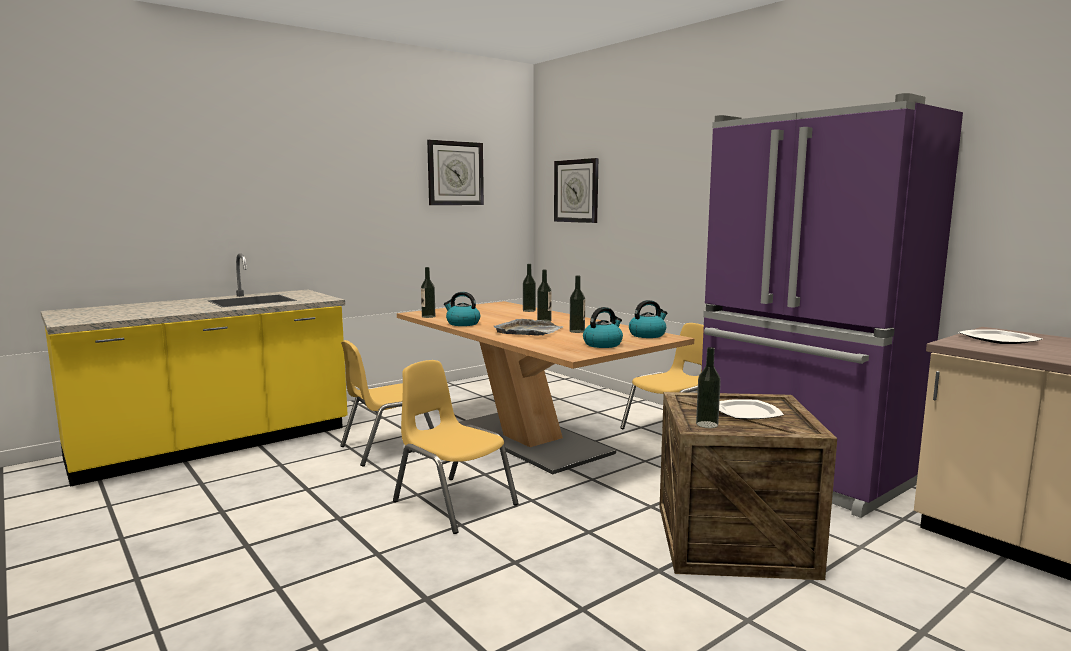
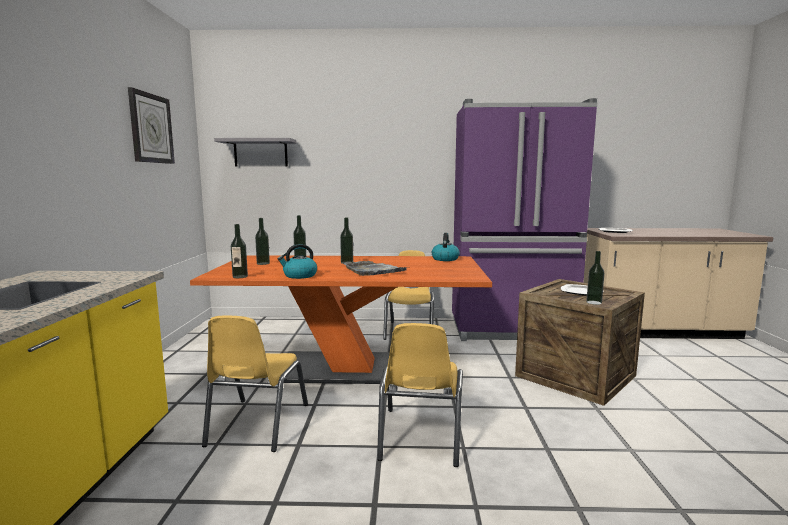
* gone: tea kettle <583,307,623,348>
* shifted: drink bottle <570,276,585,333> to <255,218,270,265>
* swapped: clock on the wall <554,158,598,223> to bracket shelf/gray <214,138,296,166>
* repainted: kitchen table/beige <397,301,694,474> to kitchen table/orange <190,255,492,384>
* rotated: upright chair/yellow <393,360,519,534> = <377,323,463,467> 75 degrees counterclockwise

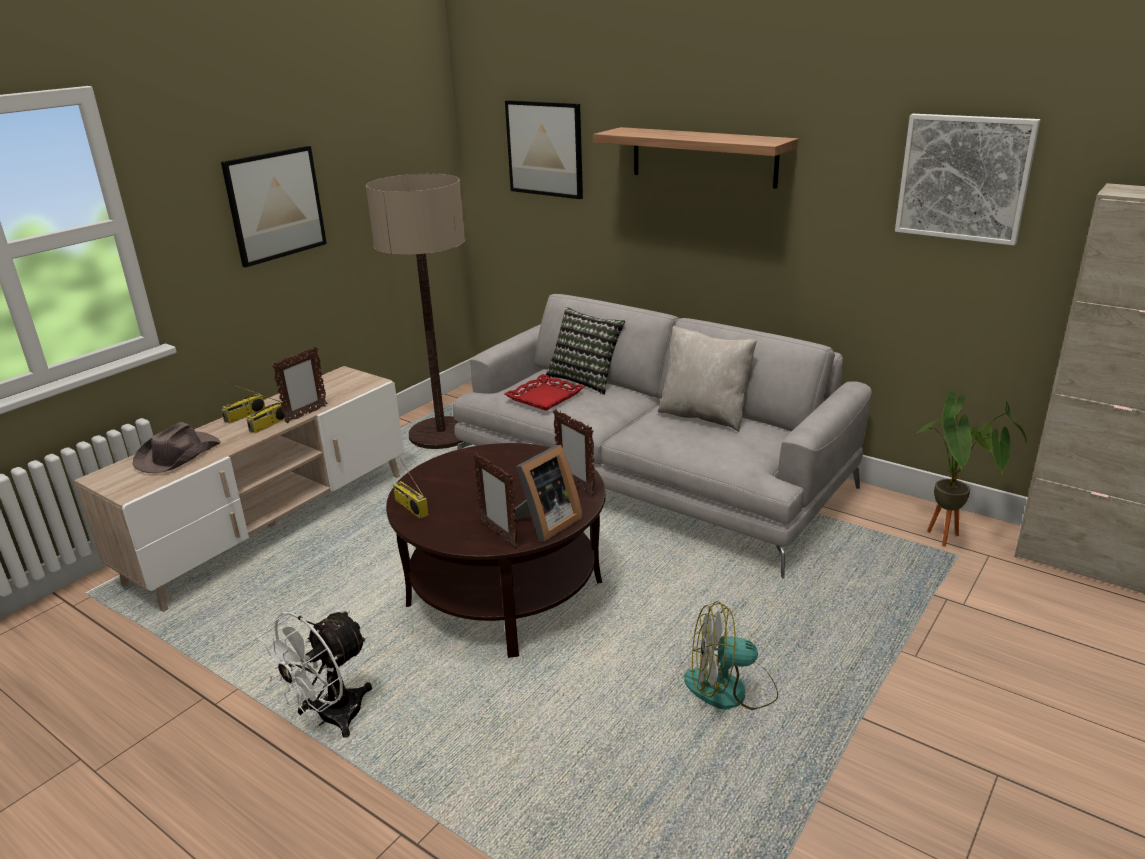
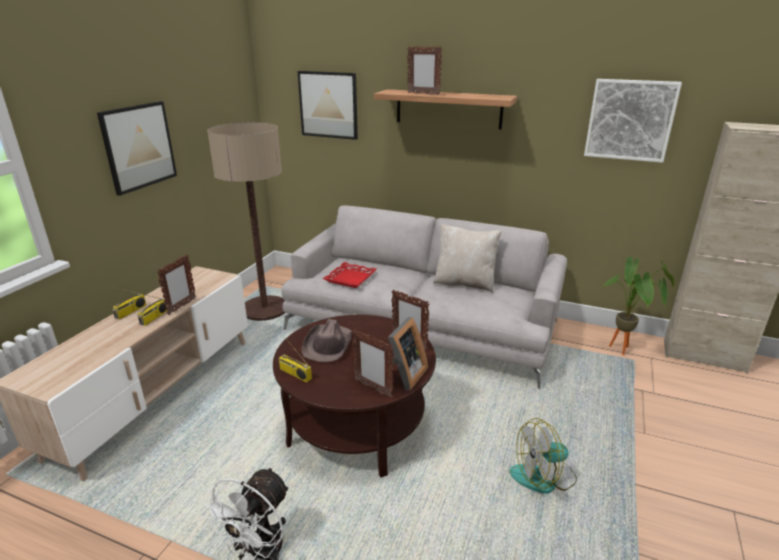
* gone: pillow <546,307,625,395>
* new: standing frame <407,46,442,95>
* shifted: wearable hat/brown <133,422,221,473> to <302,319,352,362>

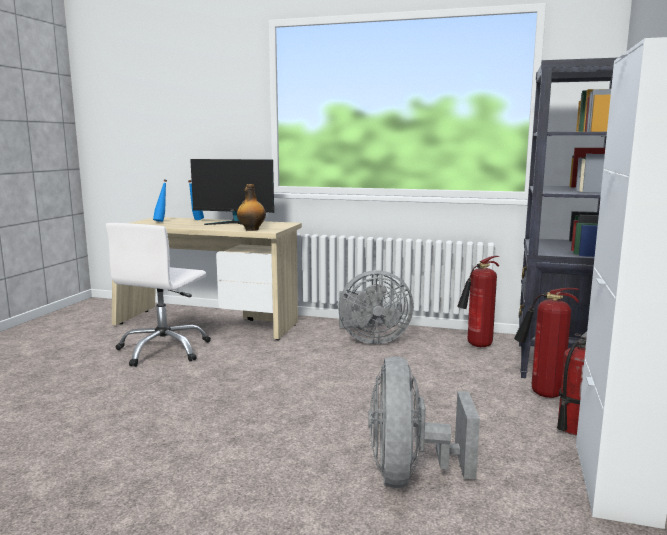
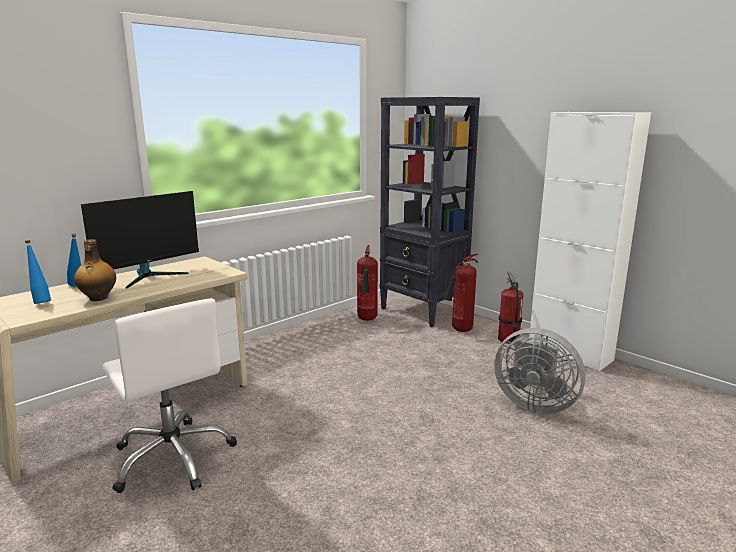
* gone: cooling fan/gray <338,270,414,344>
* shifted: drink bottle <237,184,266,231> to <74,239,116,301>

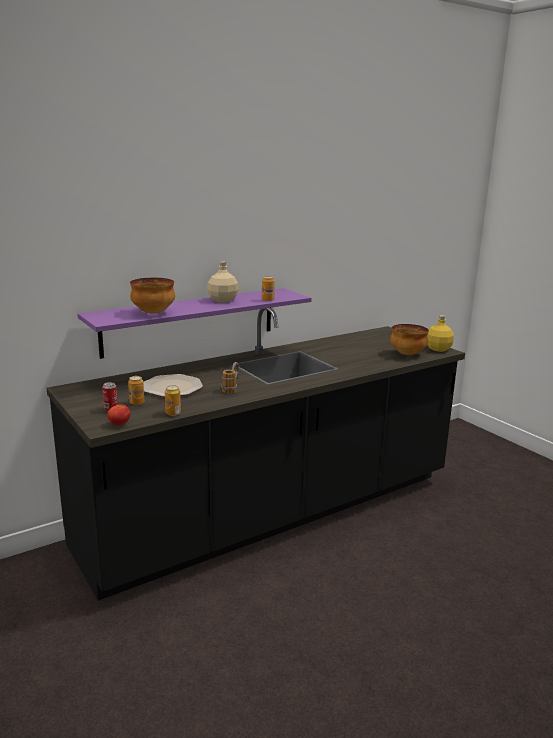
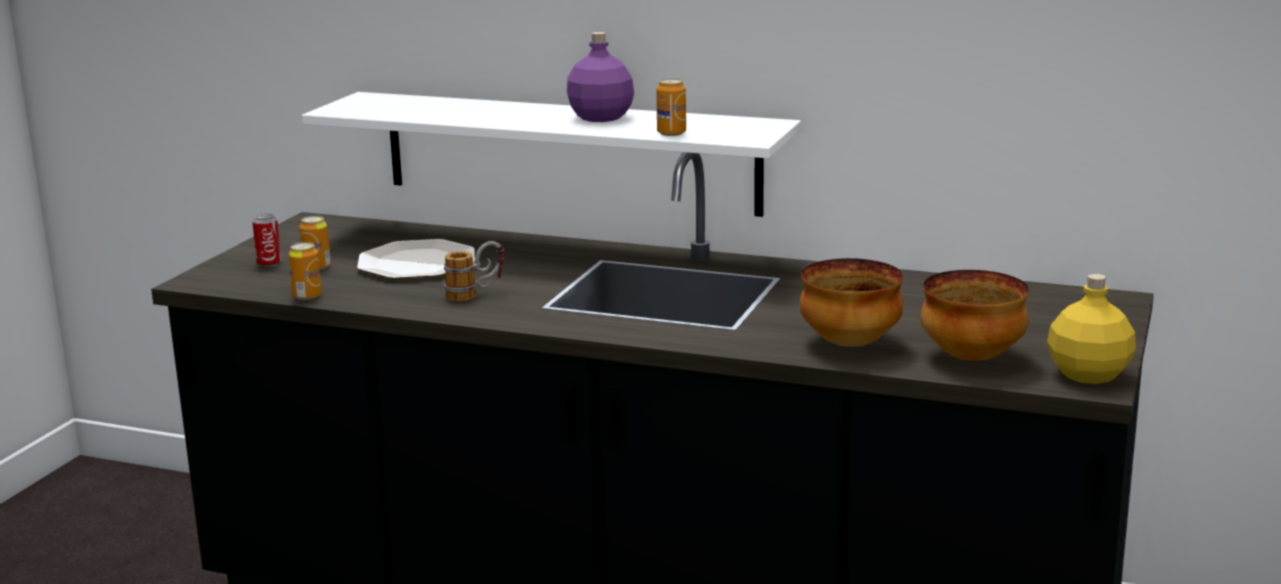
* gone: tomato <107,405,130,425>
* shifted: serving bowl <130,278,175,314> to <800,258,903,347>
* repainted: bracket shelf/purple-coloured <77,288,311,359> to bracket shelf/white <302,92,801,217>
* repainted: drink bottle/beige <207,261,239,303> to drink bottle/purple-coloured <567,32,634,122>

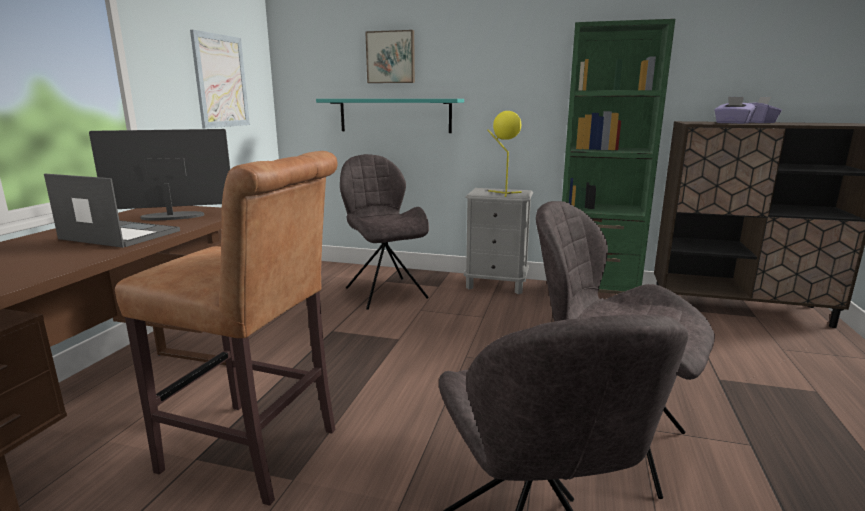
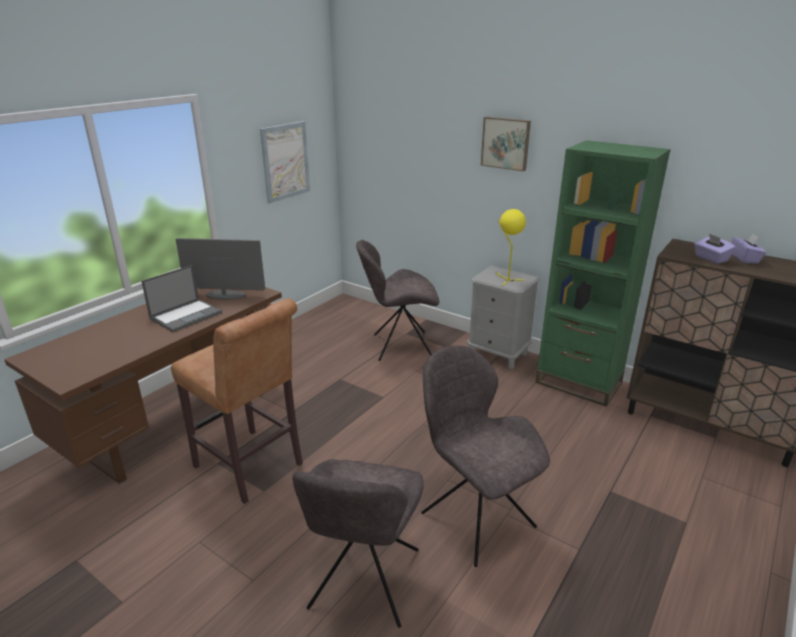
* gone: bracket shelf/blue-green <316,99,464,133>
* shifted: wall picture <365,30,415,83> to <481,117,531,172>
* rotated: notebook computer <44,174,180,248> = <141,265,222,332> 90 degrees clockwise
* rotated: upright chair/gray <340,154,429,310> = <356,240,439,361> 90 degrees counterclockwise

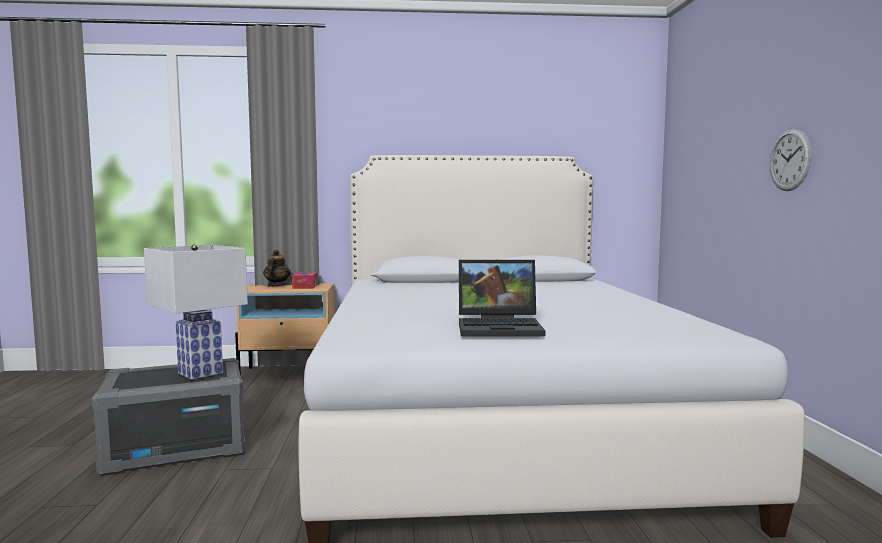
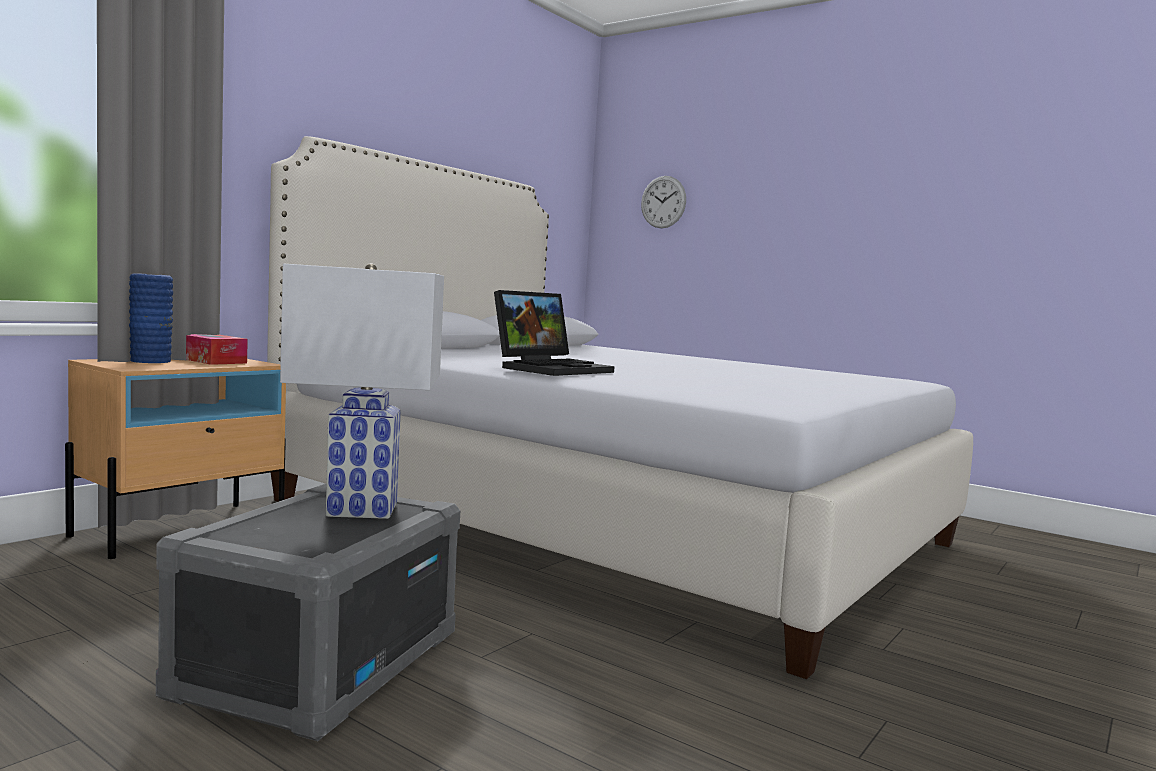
* shifted: notebook computer <459,259,545,336> to <494,290,614,376>
* shifted: clock on the wall <770,129,812,191> to <641,176,686,228>
* swapped: tea pot <263,250,290,287> to flower vase/blue-coloured <129,273,173,363>

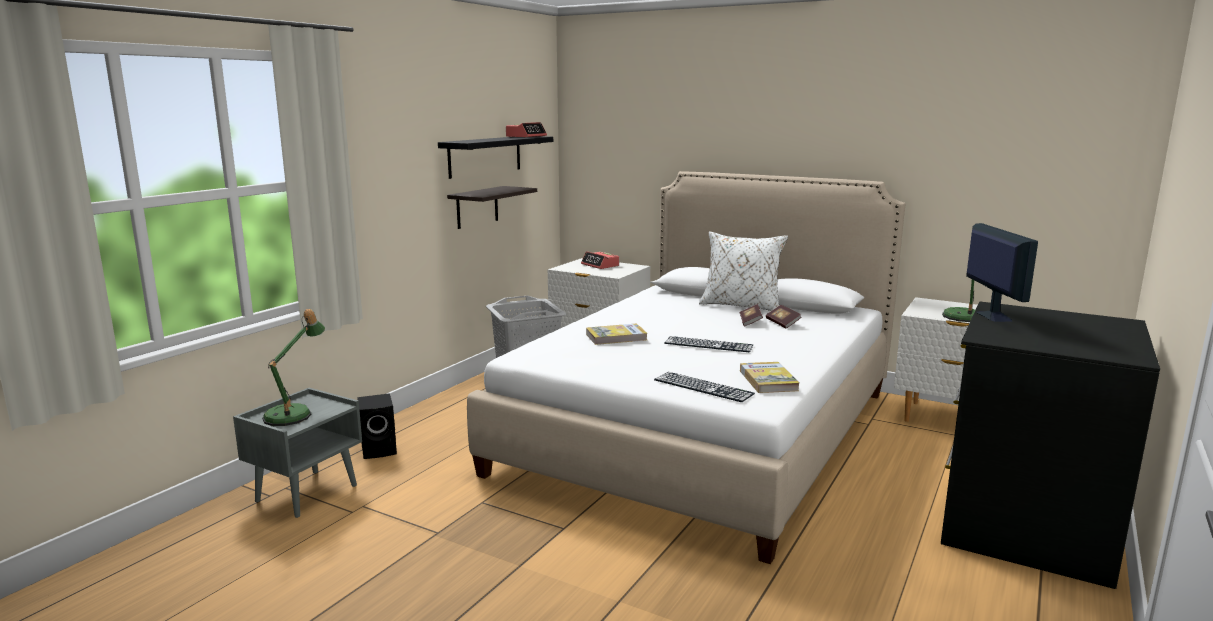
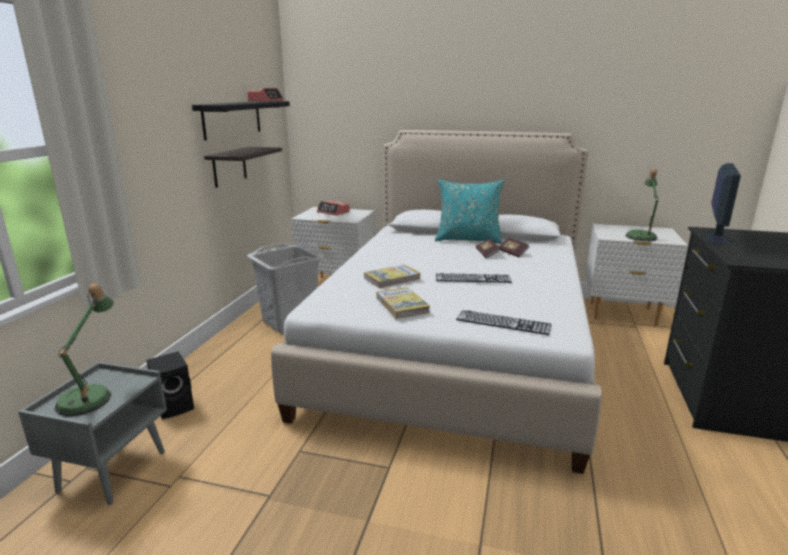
* shifted: book <740,362,800,393> to <376,287,430,319>
* repainted: pillow/white <699,232,788,311> to pillow/blue-green <435,180,505,244>
* rotated: monitor <966,223,1038,322> = <707,163,741,244> 45 degrees clockwise

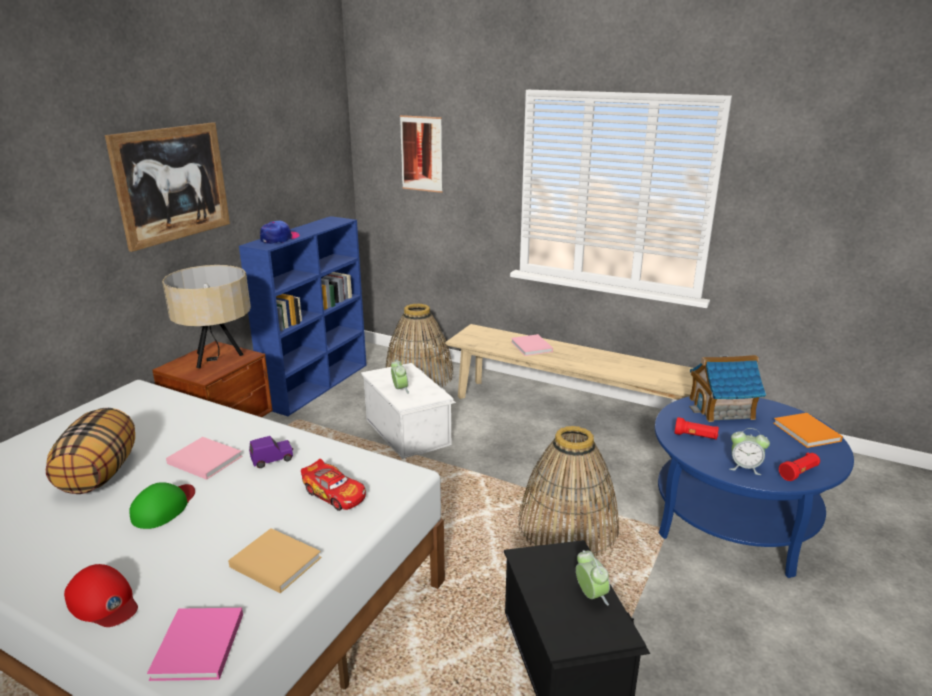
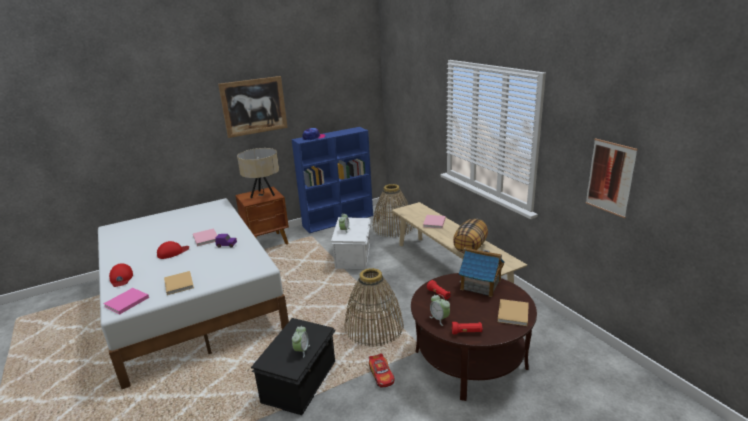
* shifted: pillow <46,407,135,494> to <453,218,488,253>
* shifted: miniature car <301,459,366,511> to <369,353,394,388>
* shifted: wall picture <400,115,443,193> to <586,138,638,218>
* repainted: cap/green <129,482,195,529> to cap/red <157,241,189,259>
* repainted: coffee table/blue-coloured <655,396,854,578> to coffee table/brown <411,273,537,401>
* repainted: book/orange <773,413,843,448> to book/beige <498,299,529,326>

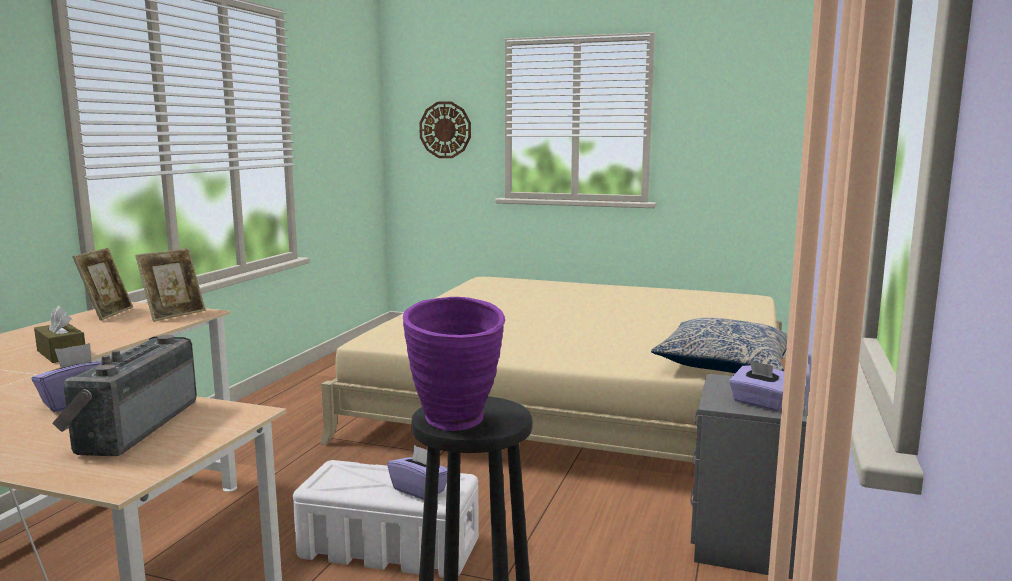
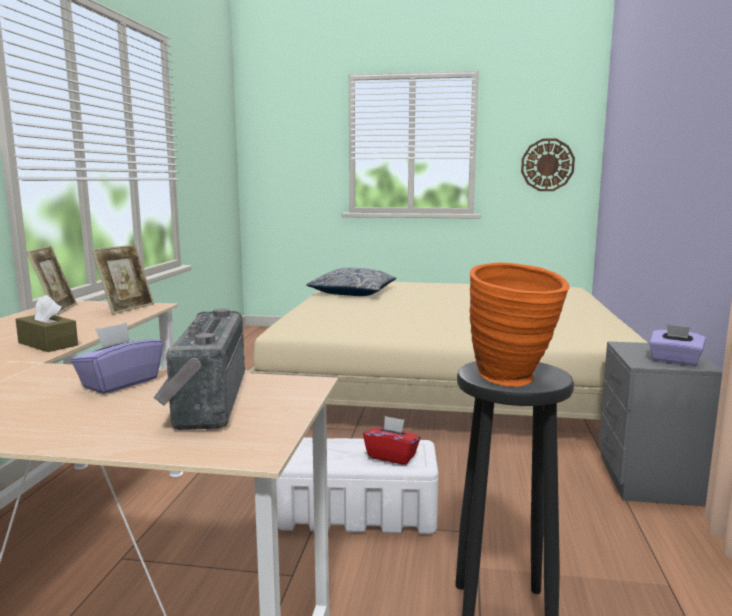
* shifted: clock on the wall <419,101,471,158> to <521,139,575,191>
* shifted: pillow <651,318,788,373> to <306,267,396,296>
* repainted: tissue holder/purple-coloured <387,445,447,500> to tissue holder/red <363,416,421,465>
* repainted: flower vase/purple-coloured <403,297,505,431> to flower vase/orange <470,262,569,387>

